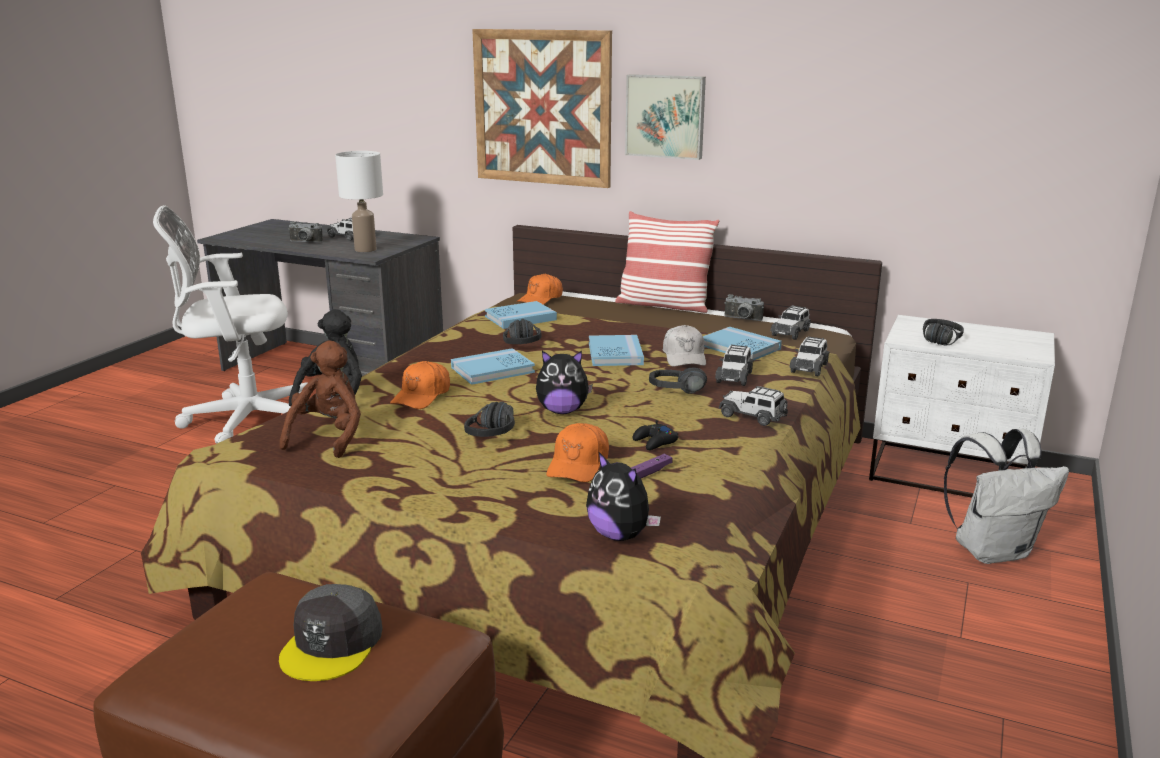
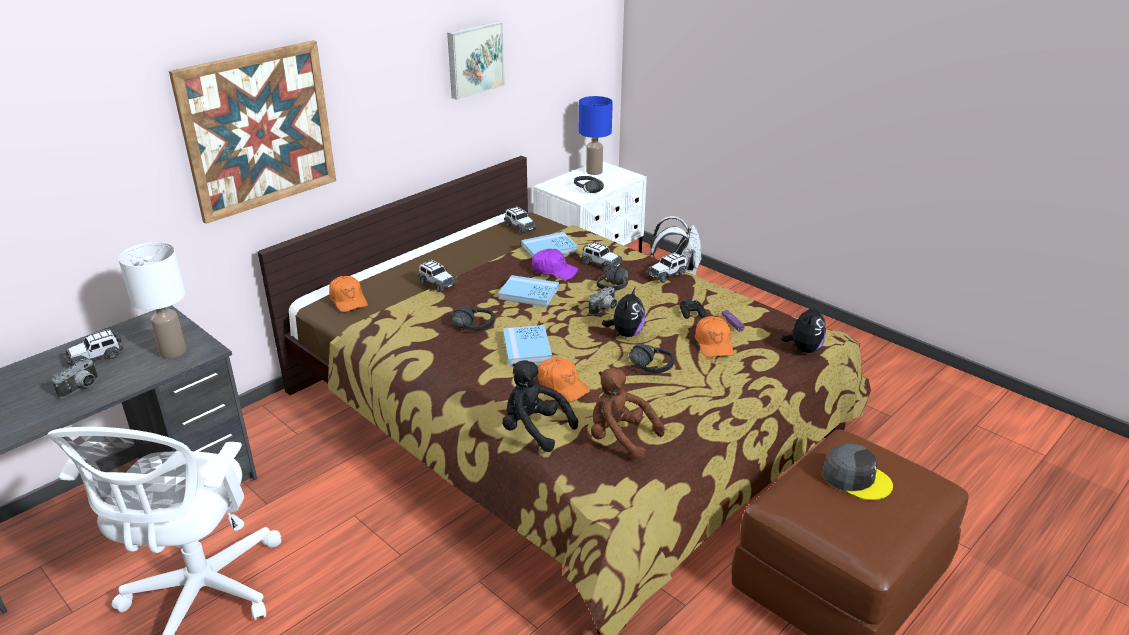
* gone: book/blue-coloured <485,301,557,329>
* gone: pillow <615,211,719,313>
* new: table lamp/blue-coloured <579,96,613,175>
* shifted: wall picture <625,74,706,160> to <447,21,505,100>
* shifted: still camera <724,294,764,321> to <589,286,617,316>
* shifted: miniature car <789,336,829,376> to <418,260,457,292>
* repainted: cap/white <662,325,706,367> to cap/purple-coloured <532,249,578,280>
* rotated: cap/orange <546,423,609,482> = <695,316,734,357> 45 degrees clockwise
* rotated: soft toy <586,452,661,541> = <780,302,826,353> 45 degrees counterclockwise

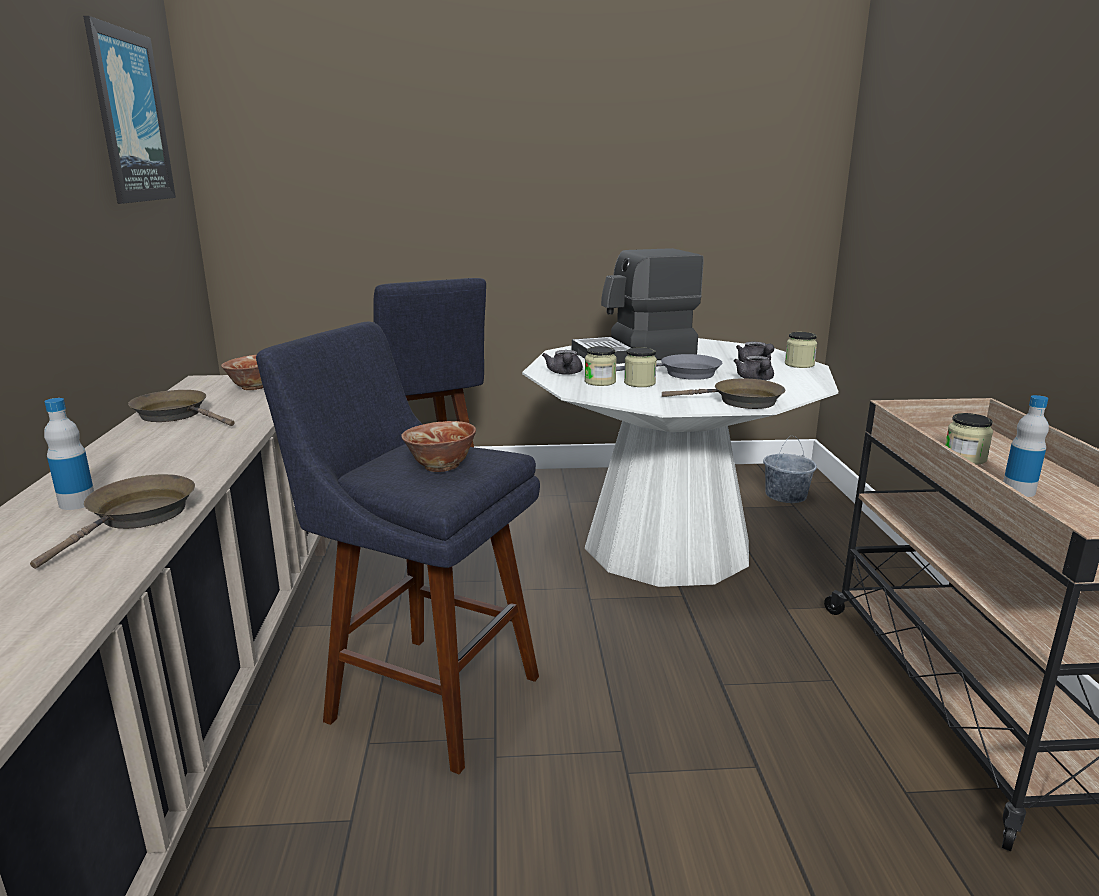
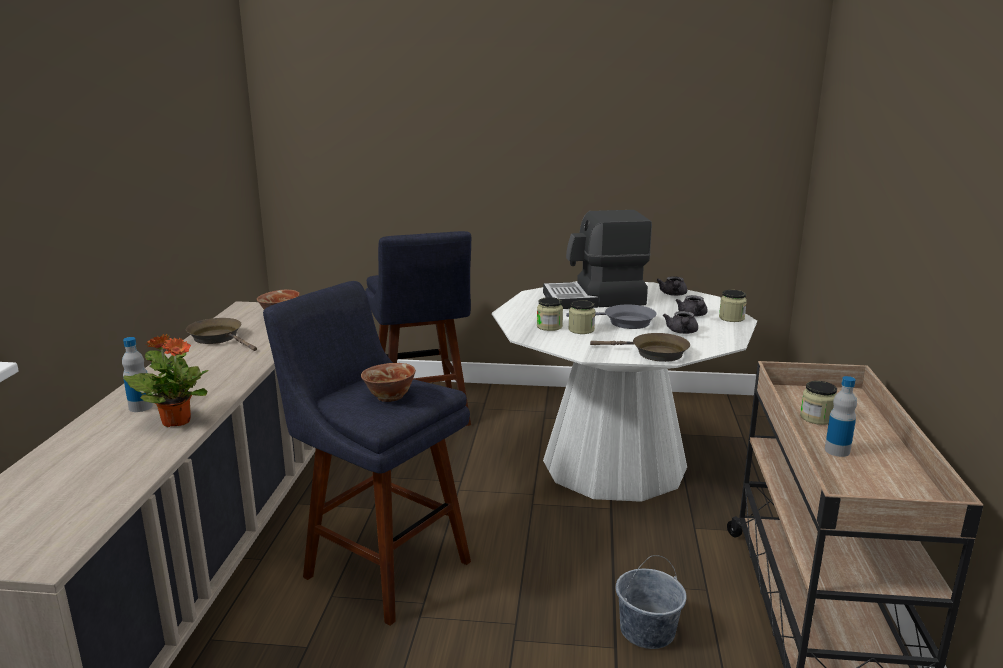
* gone: wall picture <83,16,176,204>
* shifted: tea pot/gray <542,350,583,375> to <657,276,687,296>
* shifted: water bucket/gray <763,436,817,503> to <616,555,686,649>
* swapped: pan/brown <30,474,195,569> to plant in a pot <123,334,209,428>

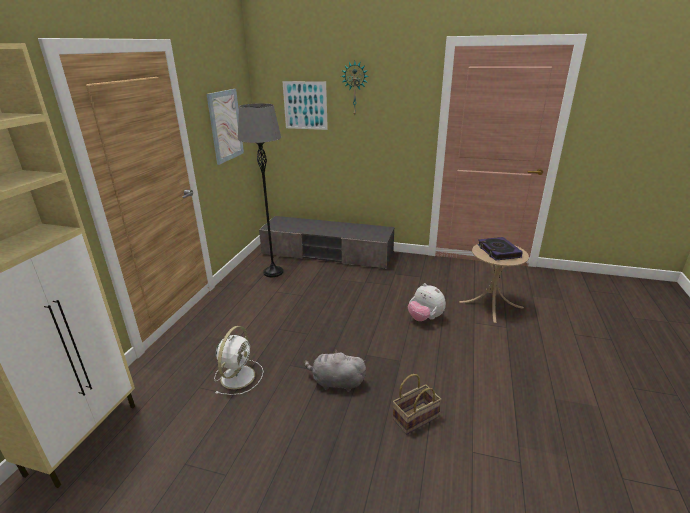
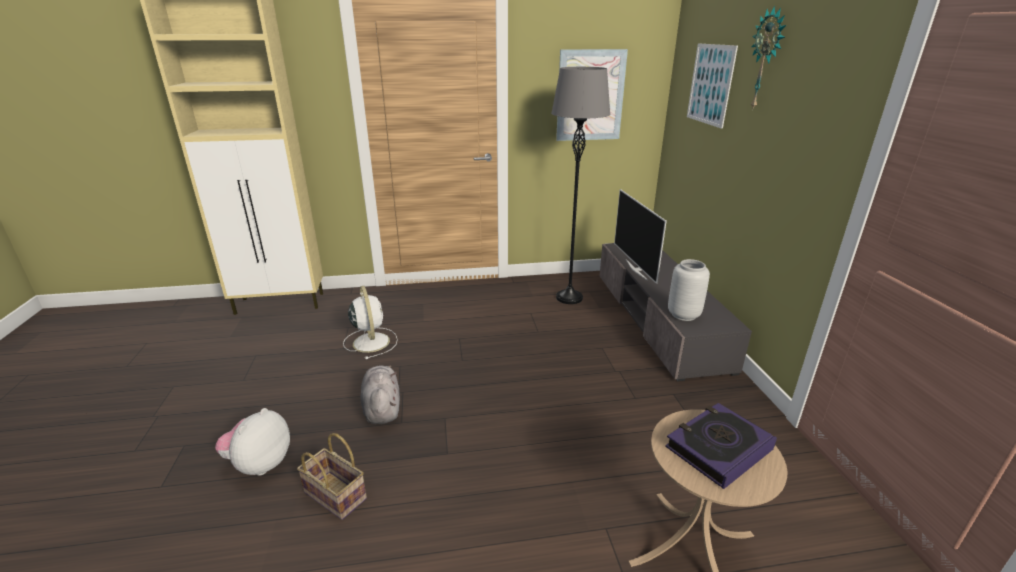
* new: TV set <614,189,667,284>
* new: flower vase/gray <668,259,710,321>
* shifted: soft toy <408,283,446,321> to <215,408,290,476>
* rotated: cooling fan/white <214,326,264,395> = <343,286,398,359> 105 degrees counterclockwise

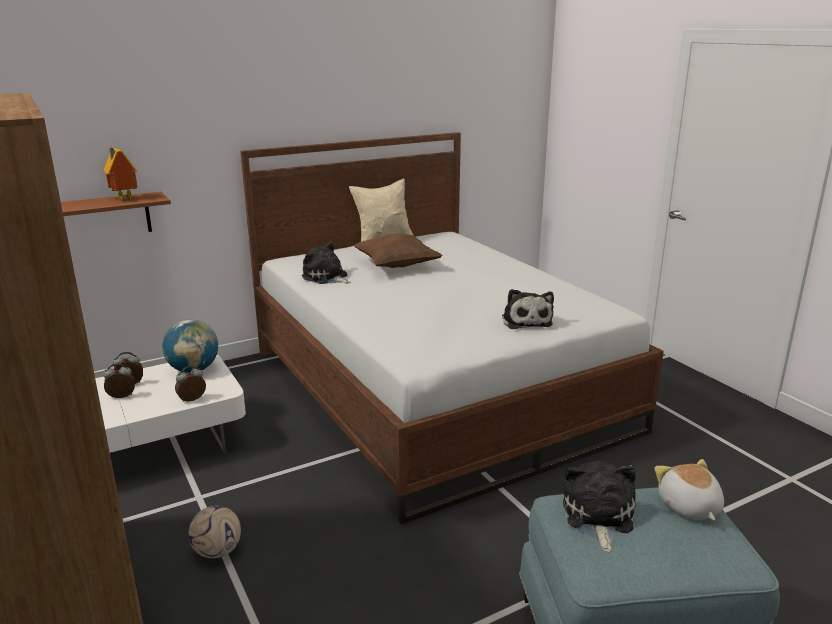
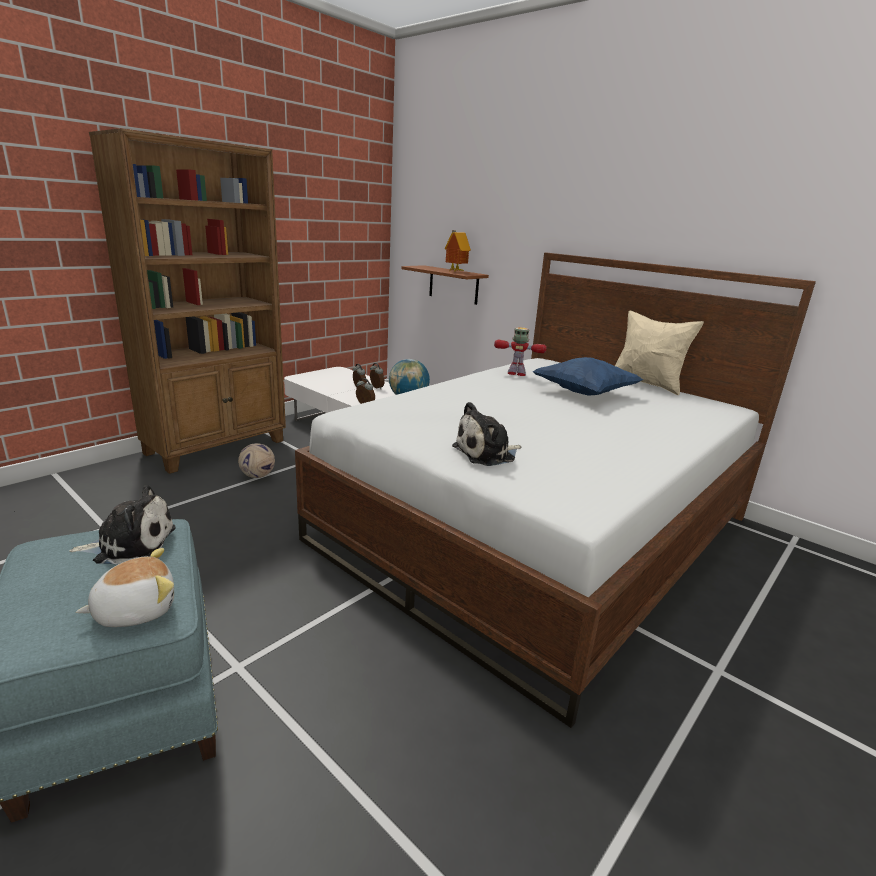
* swapped: soft toy <302,242,351,284> to model robot <494,327,547,376>
* repainted: pillow/brown <353,234,443,268> to pillow/blue-coloured <532,357,643,396>

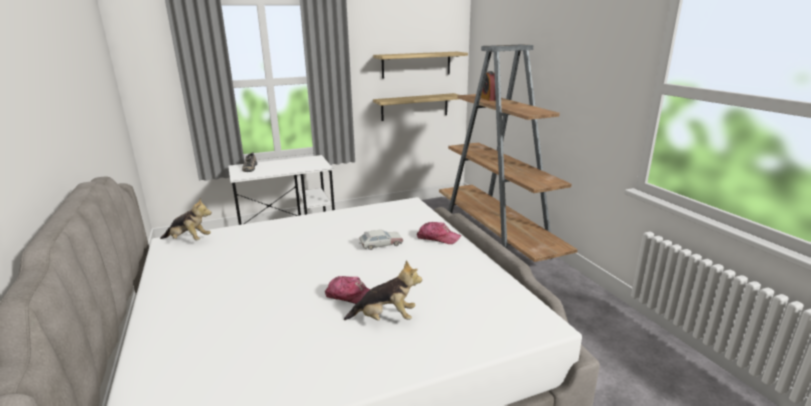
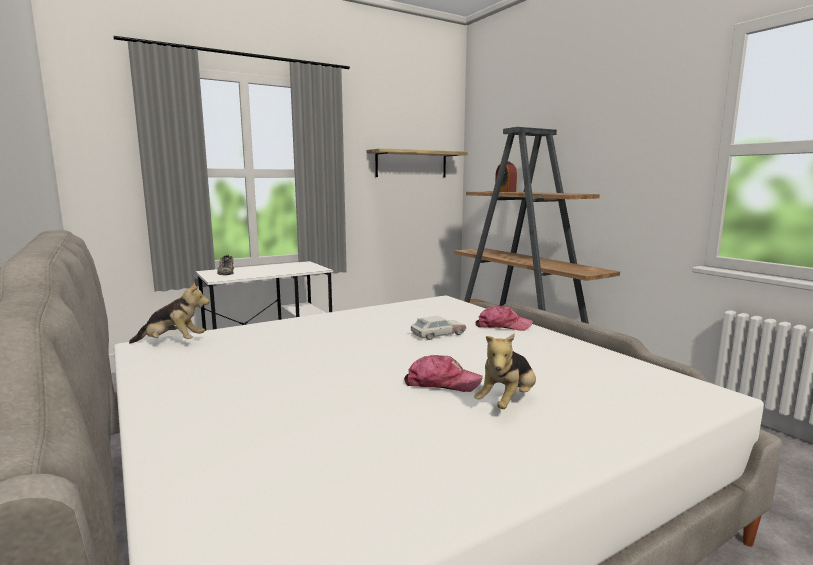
* gone: bracket shelf <373,93,459,121>
* rotated: soft toy <344,260,422,321> = <474,333,536,409> 135 degrees clockwise

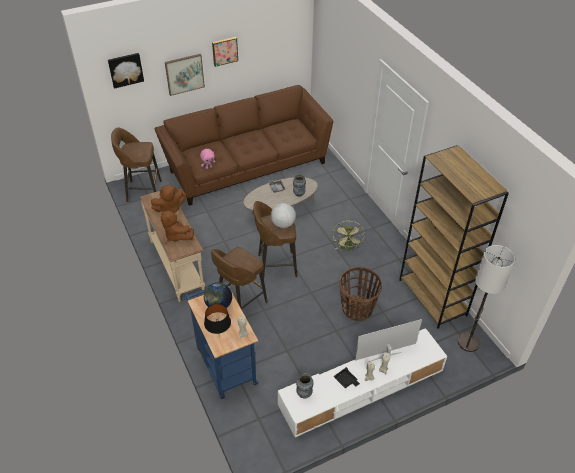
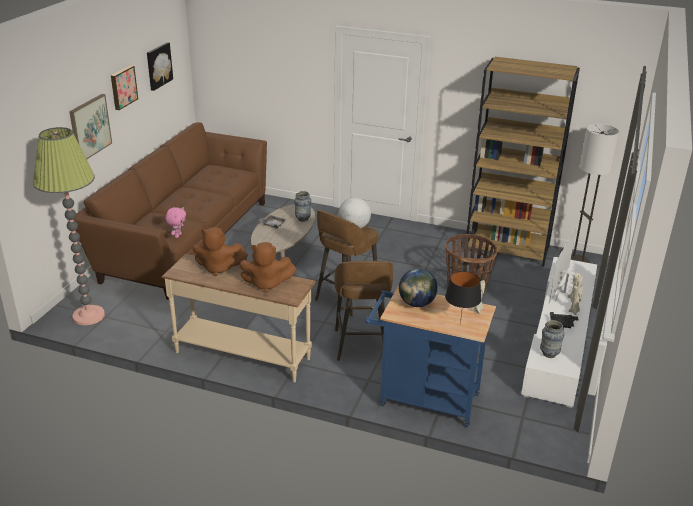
* gone: cooling fan/green <333,221,365,251>
* shifted: wall picture <108,53,144,89> to <147,43,173,91>
* swapped: sitting stool/brown <111,128,162,202> to floor lamp <33,127,105,325>
* rotated: soft toy/brown <151,185,186,213> = <192,227,248,277> 75 degrees clockwise

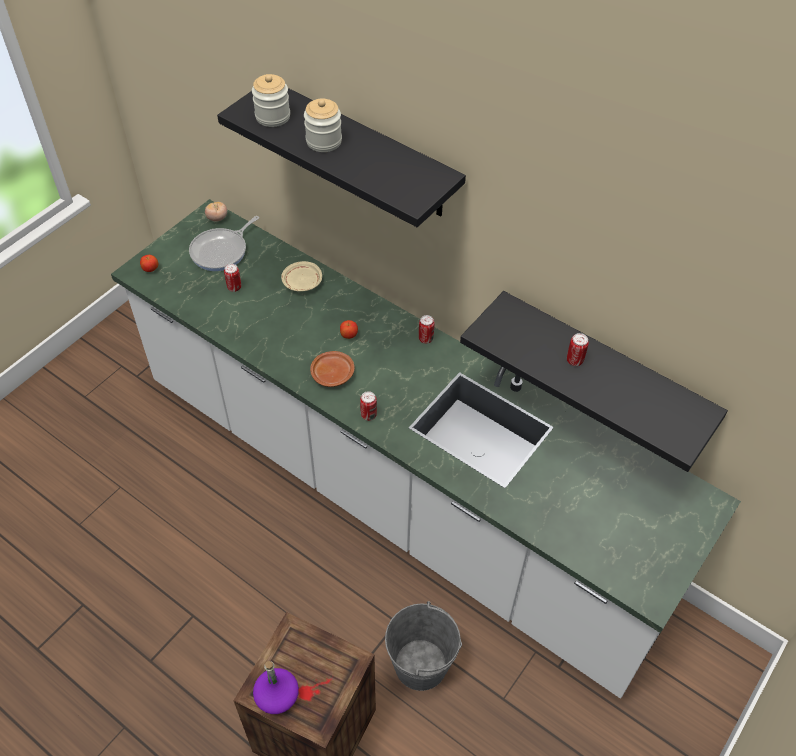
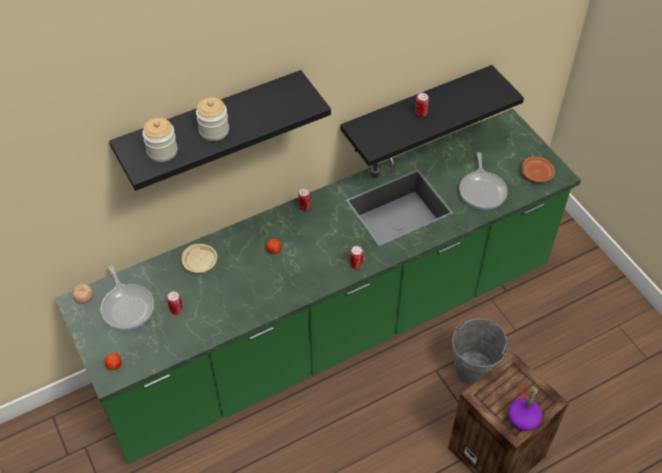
* new: pan <459,152,508,210>
* shifted: dinner plate/brown <310,351,354,387> to <521,157,555,182>
* repainted: counter/white <111,199,741,699> to counter/green <55,109,581,465>

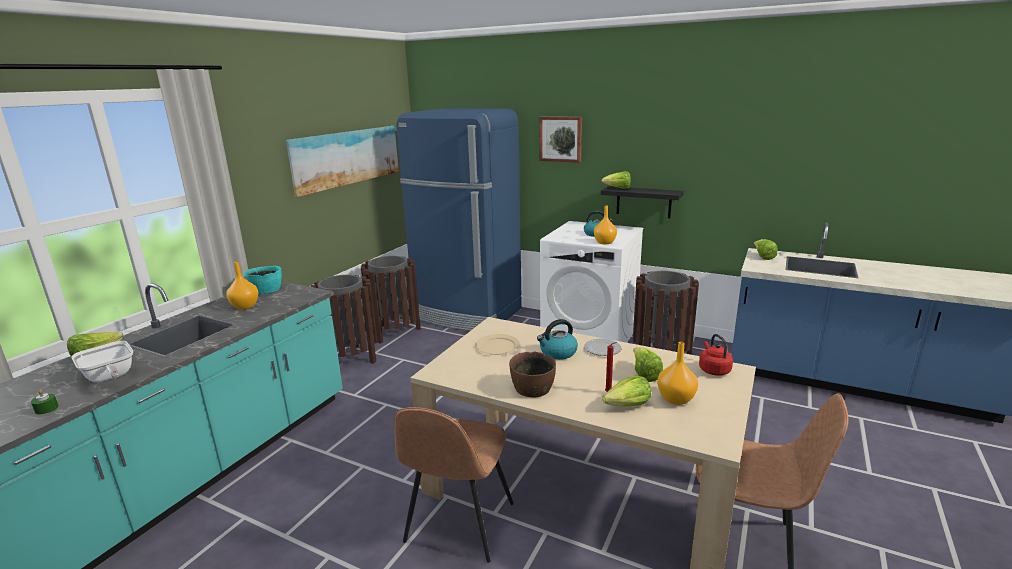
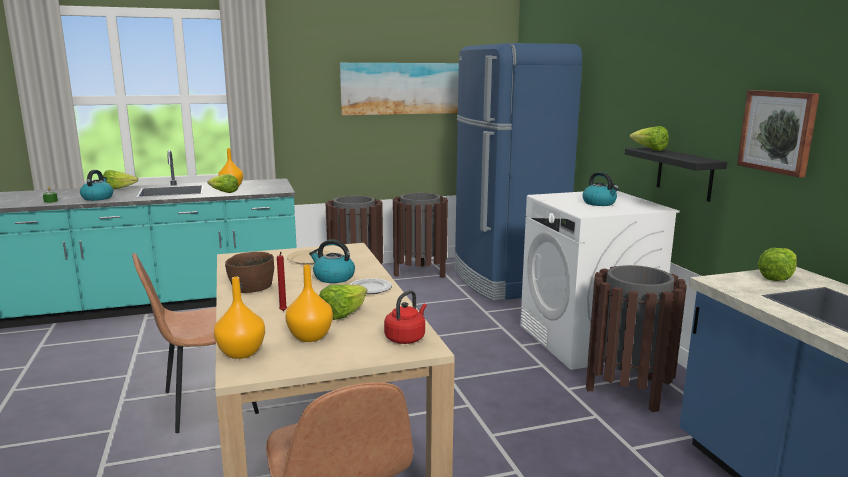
* gone: serving bowl/blue-green <244,266,282,294>
* shifted: wall picture <539,116,582,163> to <737,90,820,178>
* shifted: flower vase/orange <594,206,617,245> to <214,277,265,359>
* shifted: lettuce <602,376,651,406> to <208,174,238,193>
* swapped: pan <71,341,133,382> to tea kettle <80,170,113,201>

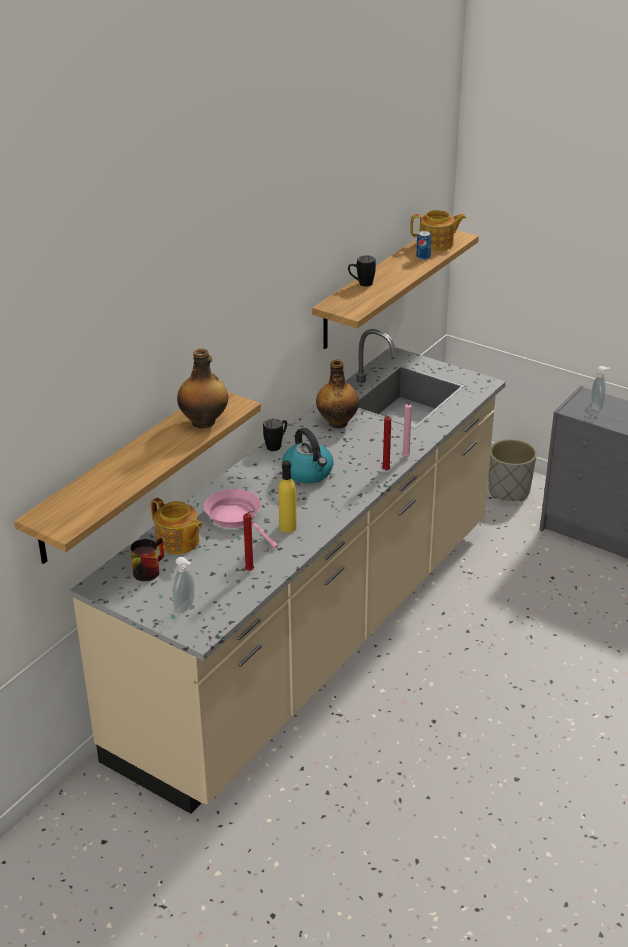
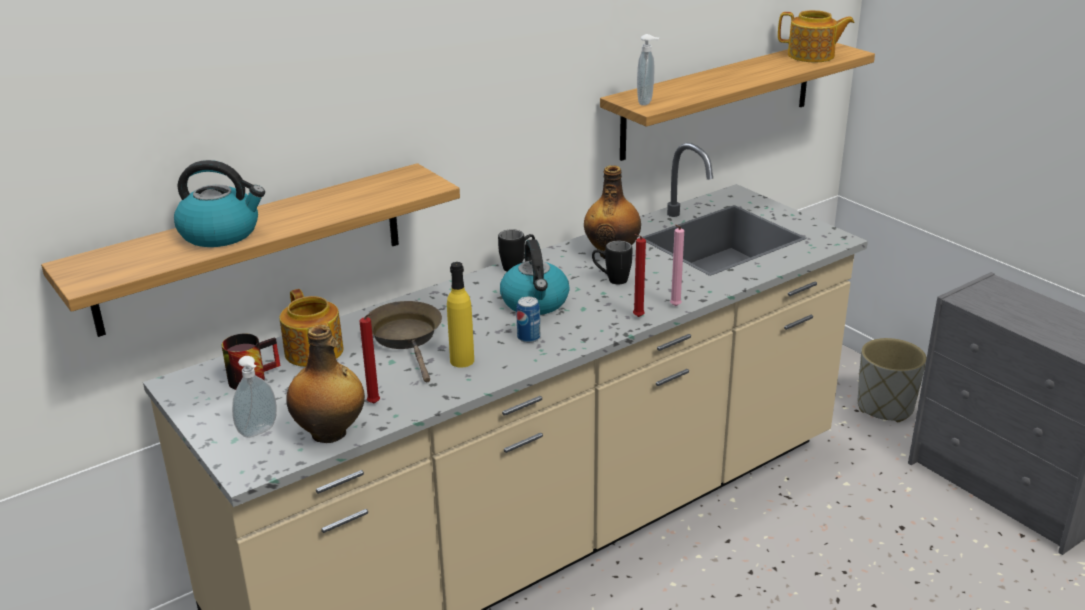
* new: tea kettle <174,160,265,247>
* shifted: drink bottle <177,348,228,428> to <286,325,365,443>
* shifted: tea mug/black <348,255,376,287> to <592,241,632,285>
* shifted: metal can <416,231,432,260> to <516,297,540,343>
* shifted: liquid soap bottle <591,366,610,411> to <637,34,659,106>
* repainted: pan/pink <204,489,278,548> to pan/brown <367,301,442,383>

